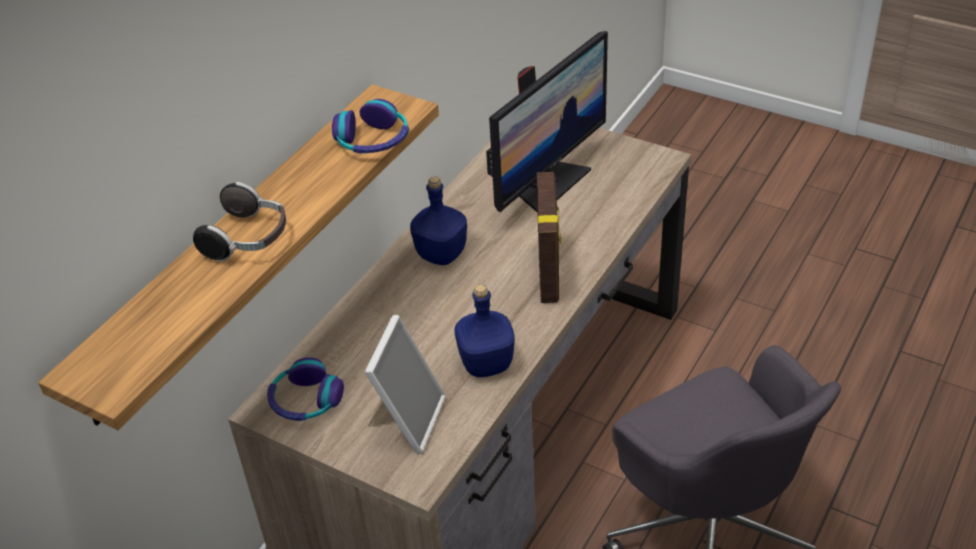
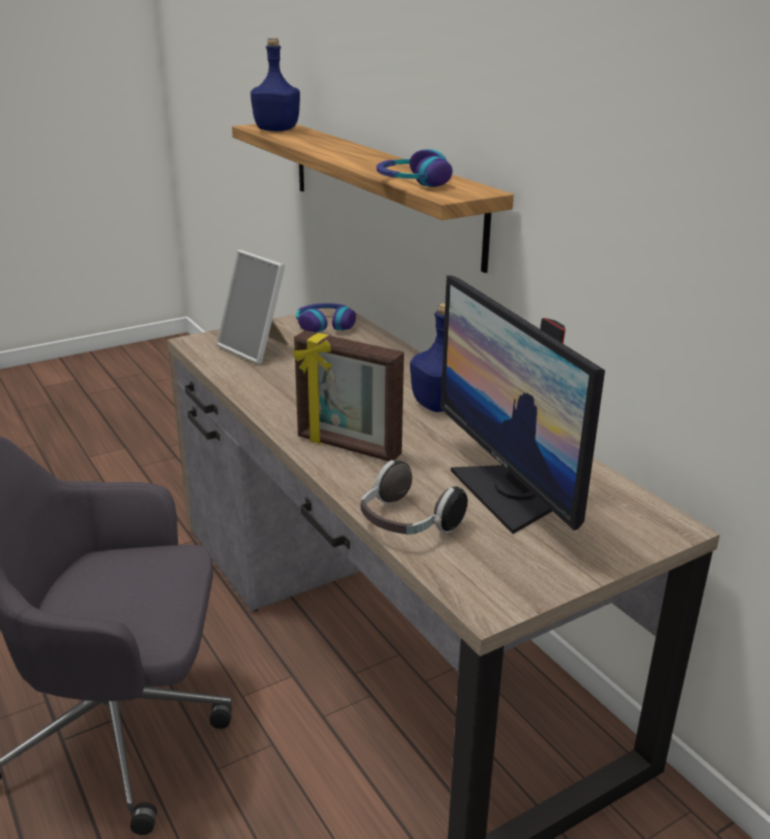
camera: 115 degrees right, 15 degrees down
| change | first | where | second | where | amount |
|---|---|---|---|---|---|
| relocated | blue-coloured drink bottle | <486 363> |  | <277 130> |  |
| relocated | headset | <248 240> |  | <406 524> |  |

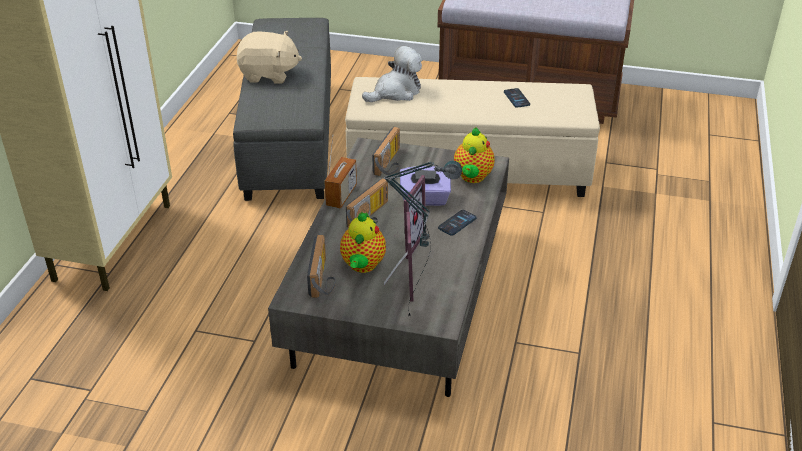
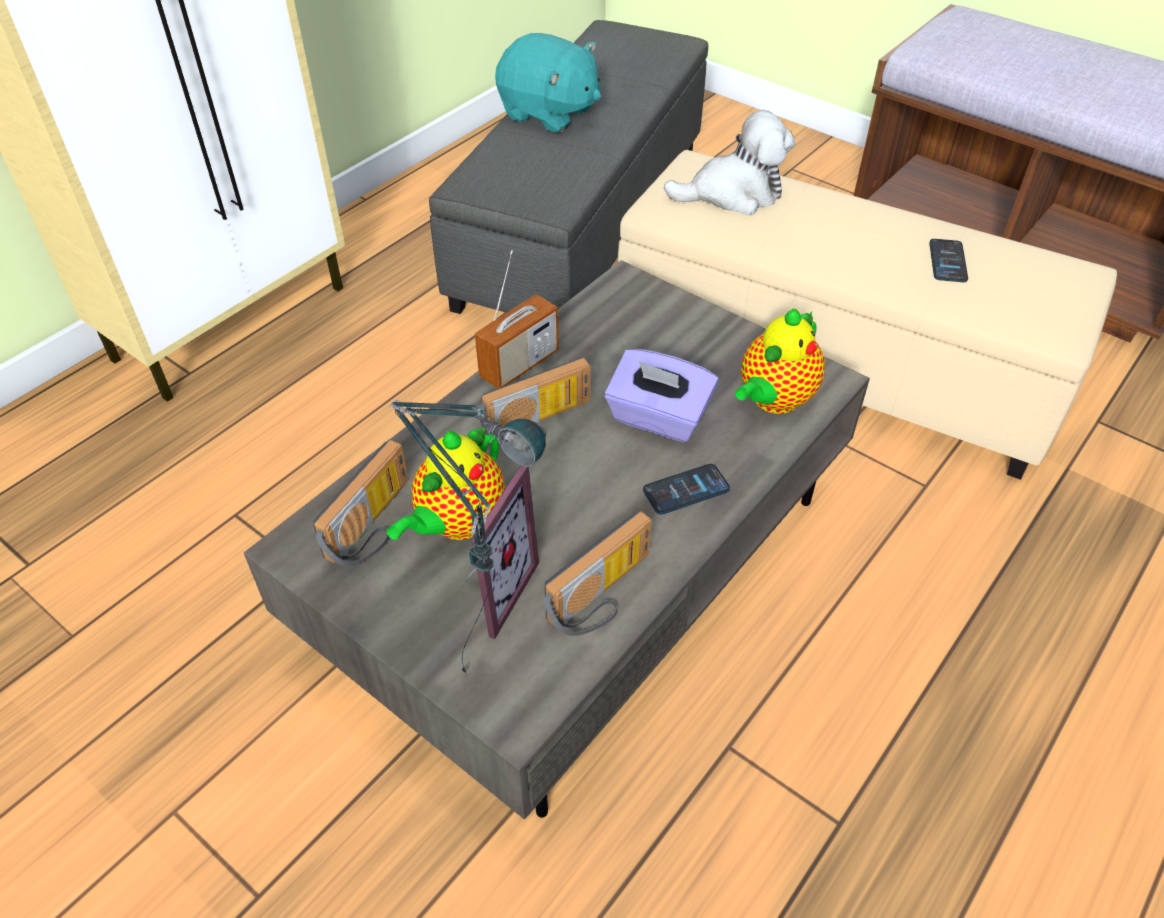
camera: 25 degrees right, 10 degrees up
| change | first | where | second | where | amount |
|---|---|---|---|---|---|
| colour | beige soft toy | <269 74> | turquoise-coloured soft toy | <549 113> |  |
| relocated | radio receiver | <391 163> |  | <604 596> |  |
| missing | photo frame | <405 242> |  |  |  |

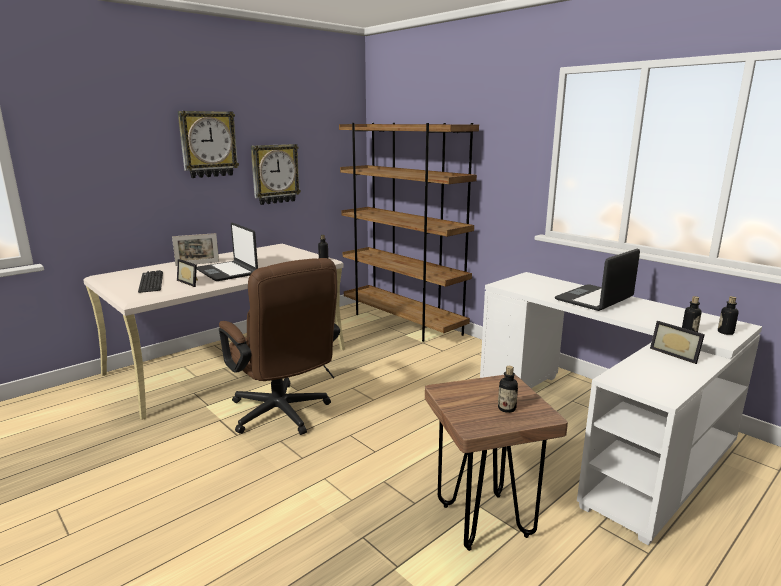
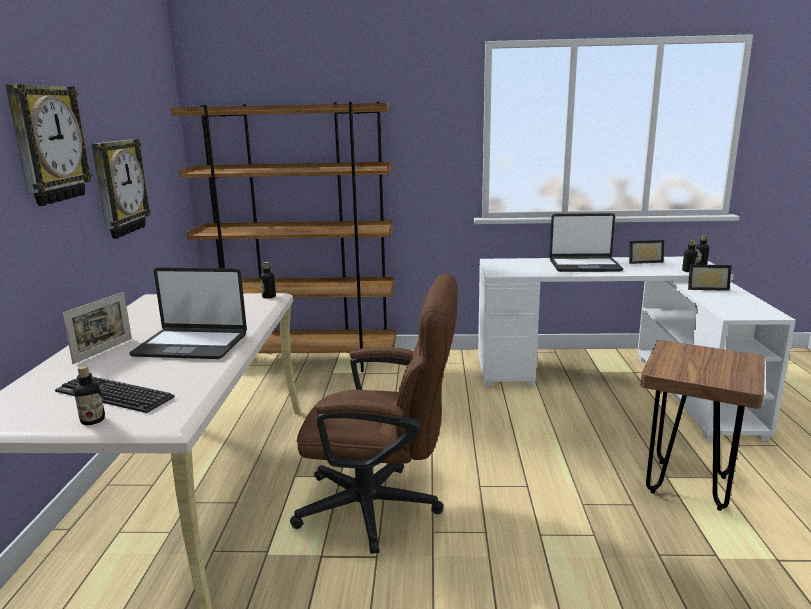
camera: 45 degrees left, 0 degrees up
| change | first | where | second | where | amount |
|---|---|---|---|---|---|
| relocated | drink bottle | <506 408> |  | <93 420> |  |
| spun | laptop | <595 299> |  | <584 266> | 90 degrees counterclockwise |
| relocated | photo frame | <191 282> |  | <644 261> |  |

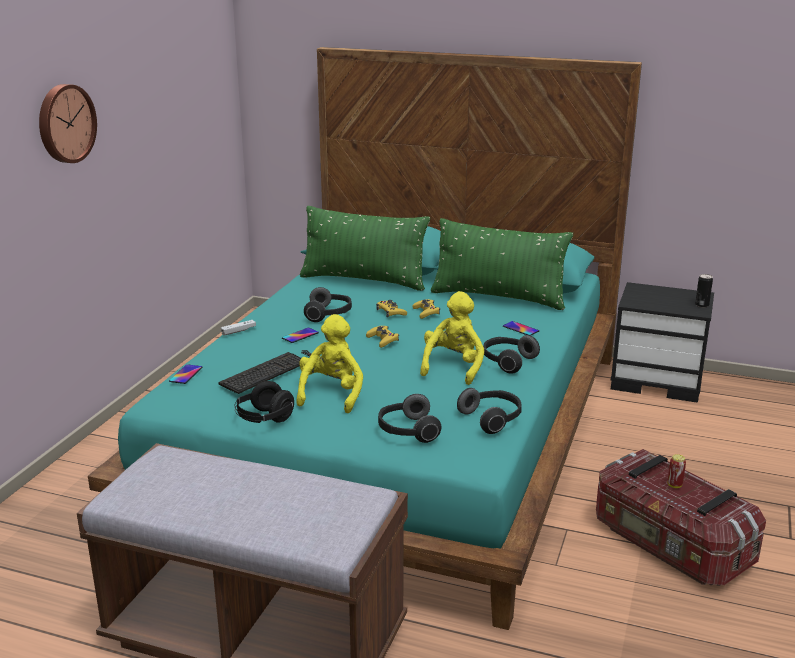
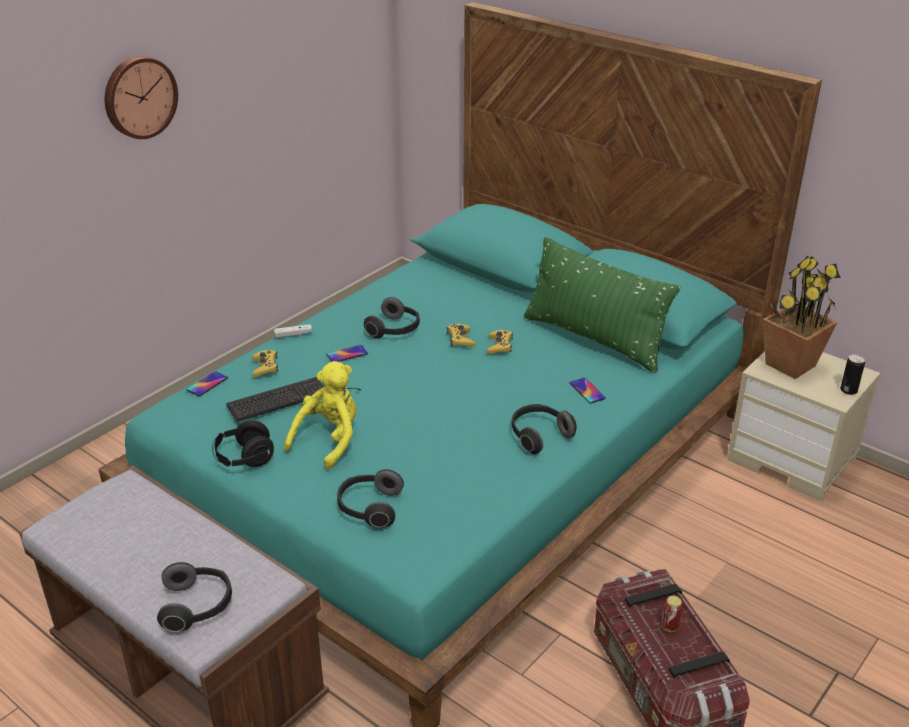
camera: 20 degrees right, 10 degrees up
| change | first | where | second | where | amount |
|---|---|---|---|---|---|
| relocated | headset | <492 419> |  | <198 606> |  |
| relocated | yellowish joypad | <383 340> |  | <265 367> |  |
| colour | blackish bedside table | <658 380> | beige bedside table | <793 460> |  |
| appeared |  |  | potted plant | <789 364> |  |
| missing | green pillow | <364 280> |  |  |  |
| missing | yellowish soft toy | <453 367> |  |  |  |

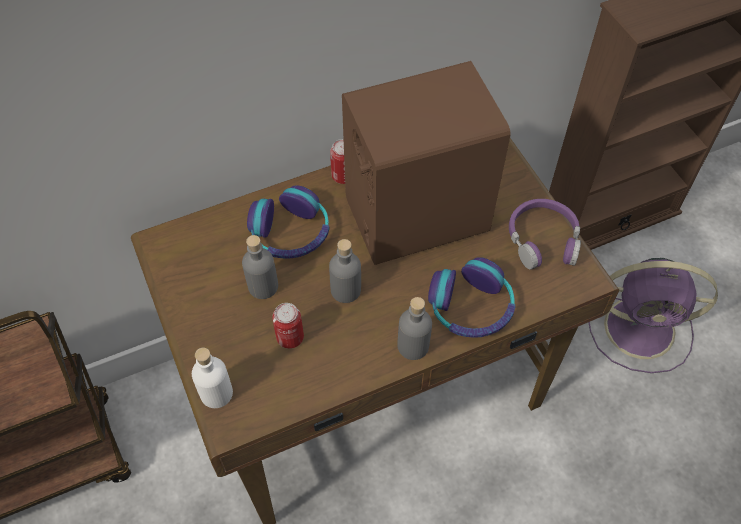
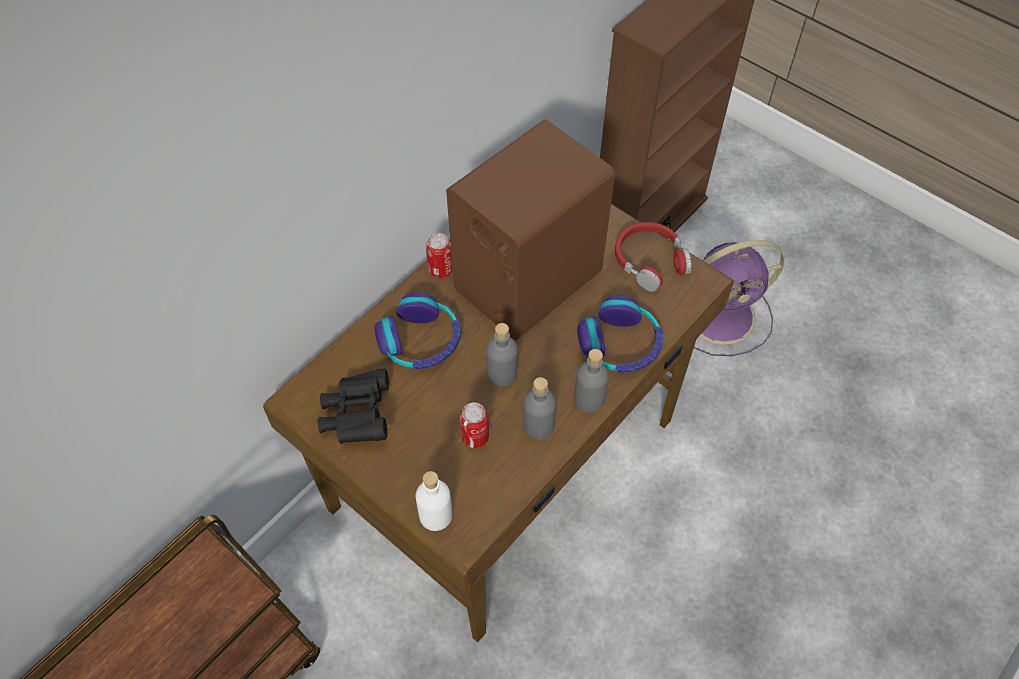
camera: 25 degrees left, 0 degrees up
| change | first | where | second | where | amount |
|---|---|---|---|---|---|
| appeared |  |  | blackish pair of binoculars | <358 416> |  |
| relocated | greyish drink bottle | <263 286> |  | <538 425> |  |
| colour | purple-coloured headset | <543 239> | red headset | <649 261> |  |

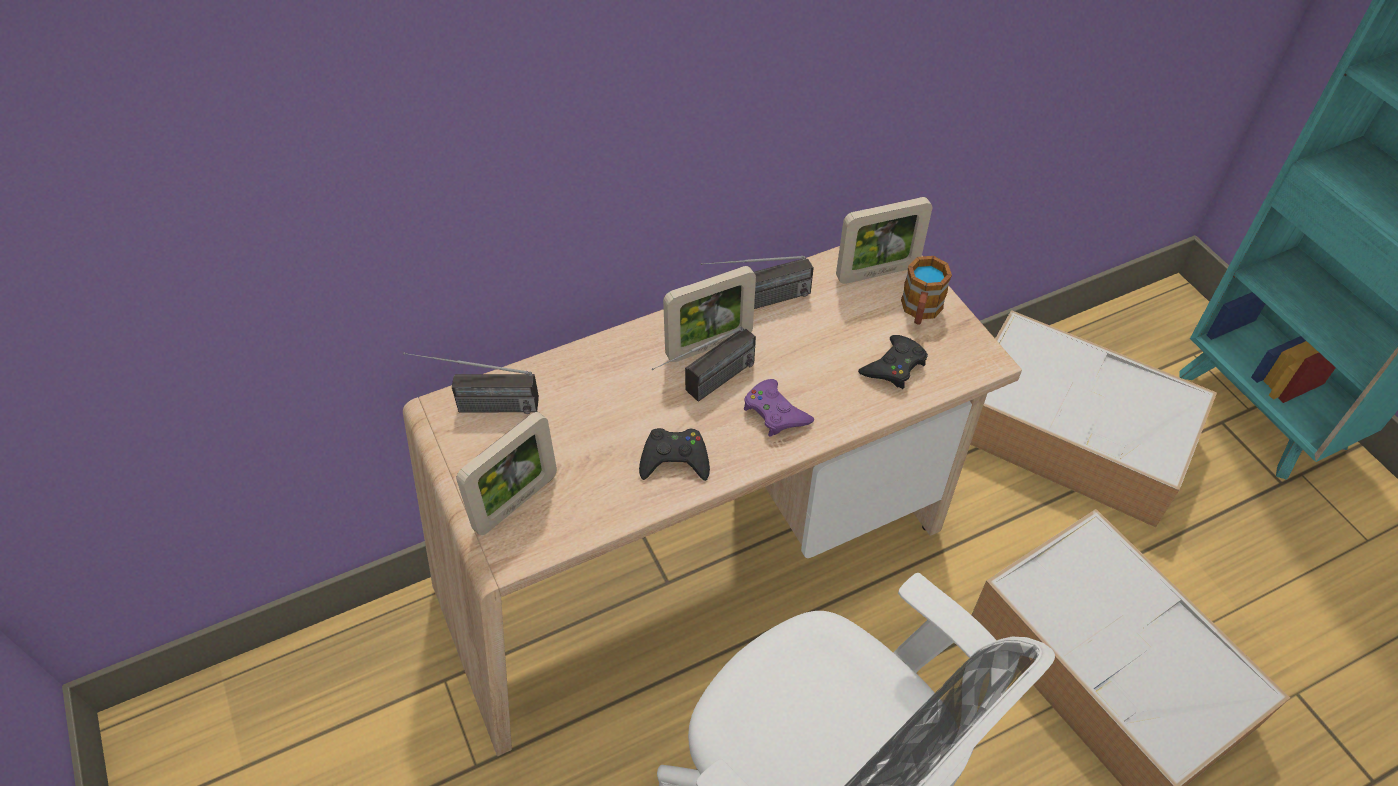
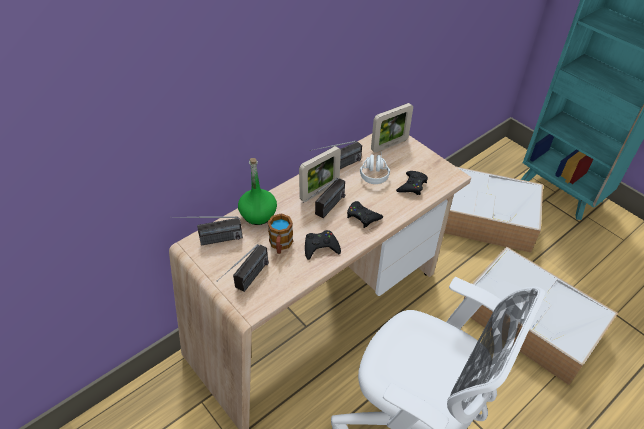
camera: 15 degrees left, 5 degrees down
| change | first | where | second | where | amount |
|---|---|---|---|---|---|
| exchanged | photo frame | <516 502> | radio receiver | <246 283> |  |
| appeared |  |  | green drink bottle | <258 214> |  |
| relocated | mug | <920 311> |  | <280 245> |  |
| colour | purple-coloured joypad | <775 412> | blackish joypad | <362 216> |  |
| appeared |  |  | white headset | <374 171> |  |

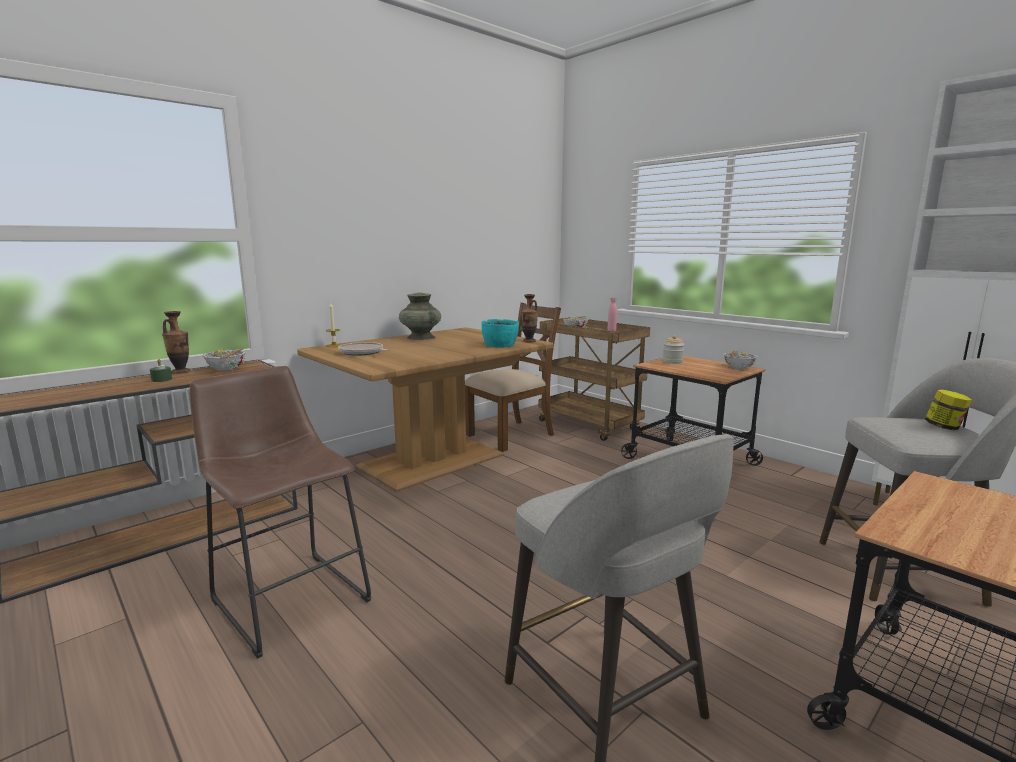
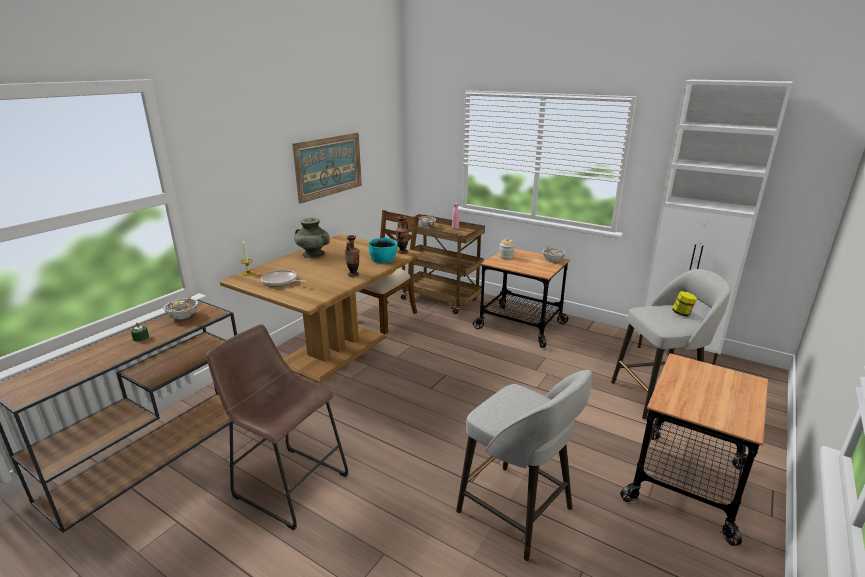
camera: 15 degrees left, 10 degrees up
| change | first | where | second | where | amount |
|---|---|---|---|---|---|
| appeared |  |  | wall art | <329 166> |  |
| relocated | flower vase | <180 372> |  | <353 275> |  |

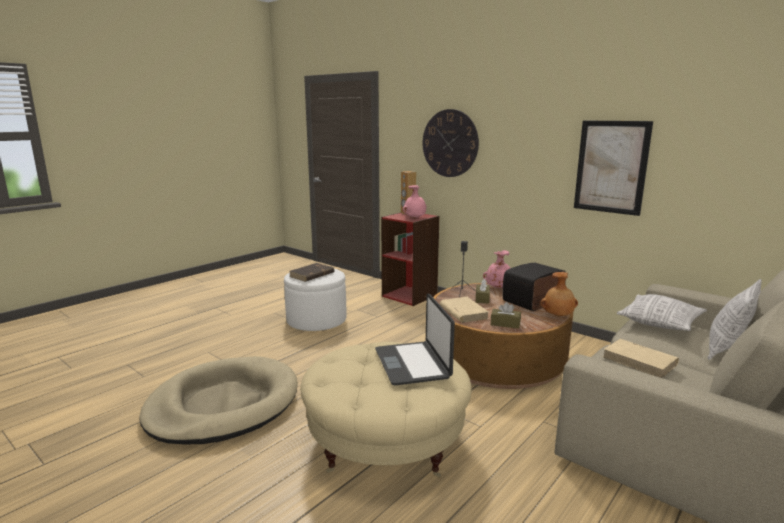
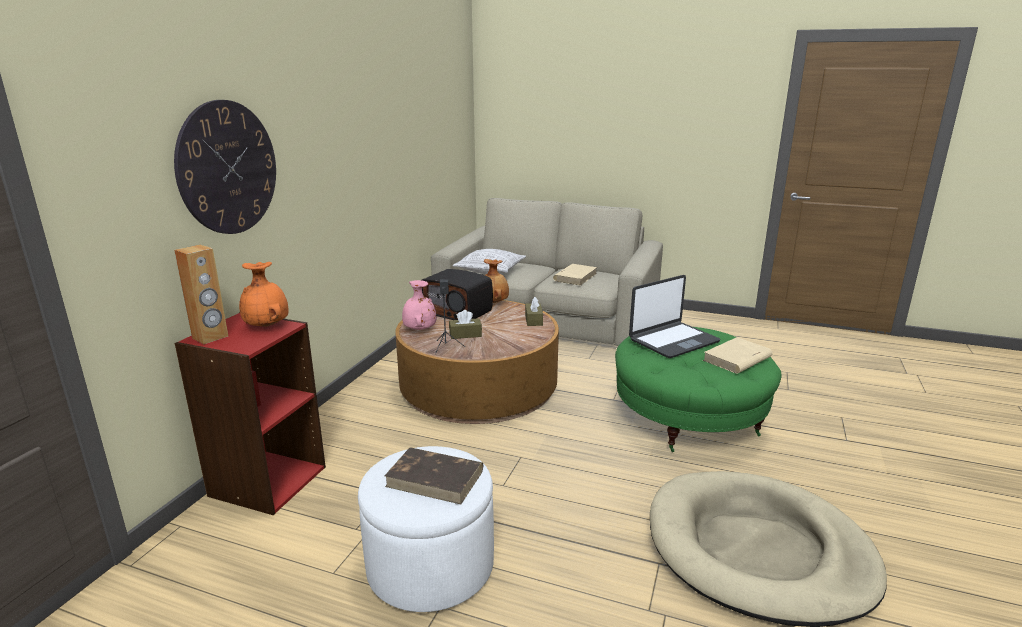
camera: 110 degrees left, 5 degrees up
| change | first | where | second | where | amount |
|---|---|---|---|---|---|
| colour | pink flower vase | <415 218> | orange flower vase | <267 325> |  |
| colour | beige footrest | <386 440> | green footrest | <688 418> |  |
| relocated | beige bound book | <463 312> |  | <737 359> |  |
| missing | wall art | <611 167> |  |  |  |
| missing | pillow | <726 350> |  |  |  |

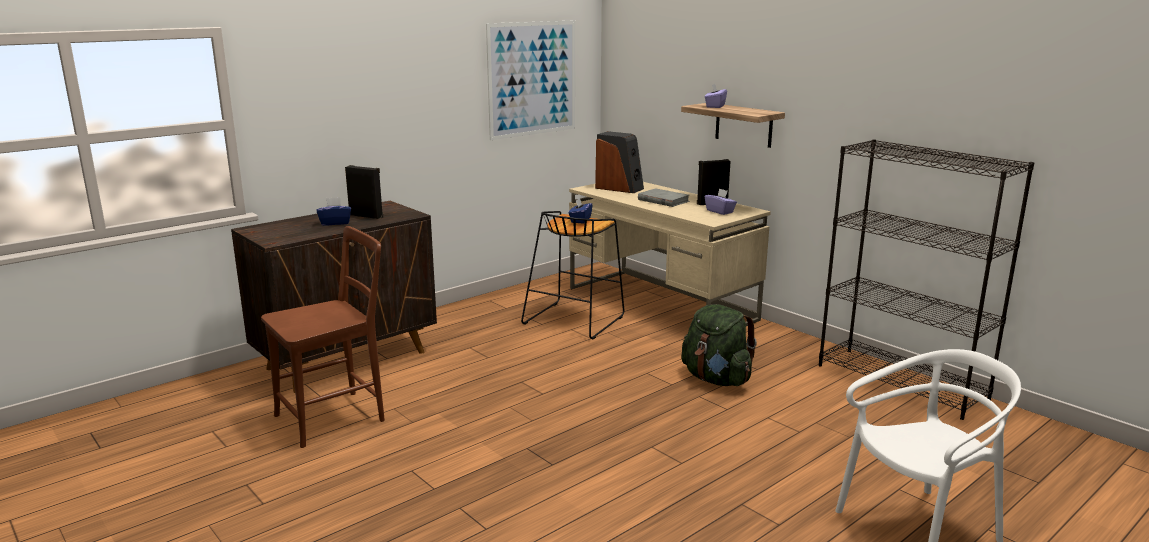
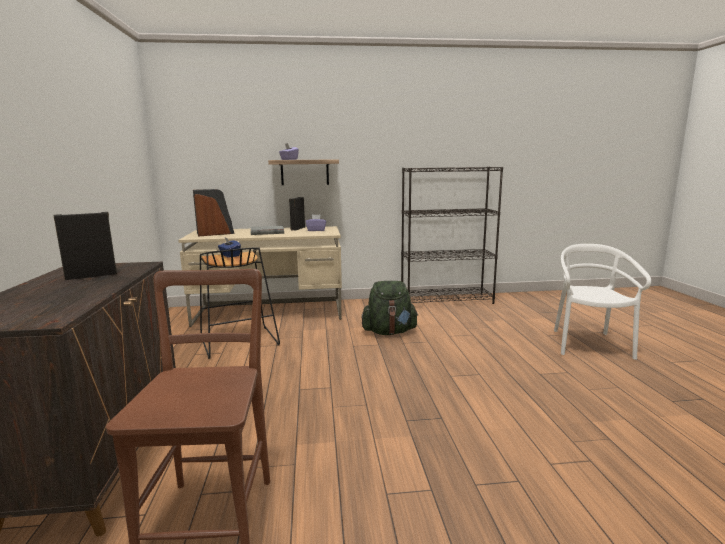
camera: 55 degrees left, 5 degrees down
| change | first | where | second | where | amount |
|---|---|---|---|---|---|
| missing | blue-coloured box of tissues | <335 223> |  |  |  |
| missing | wall art | <532 79> |  |  |  |

